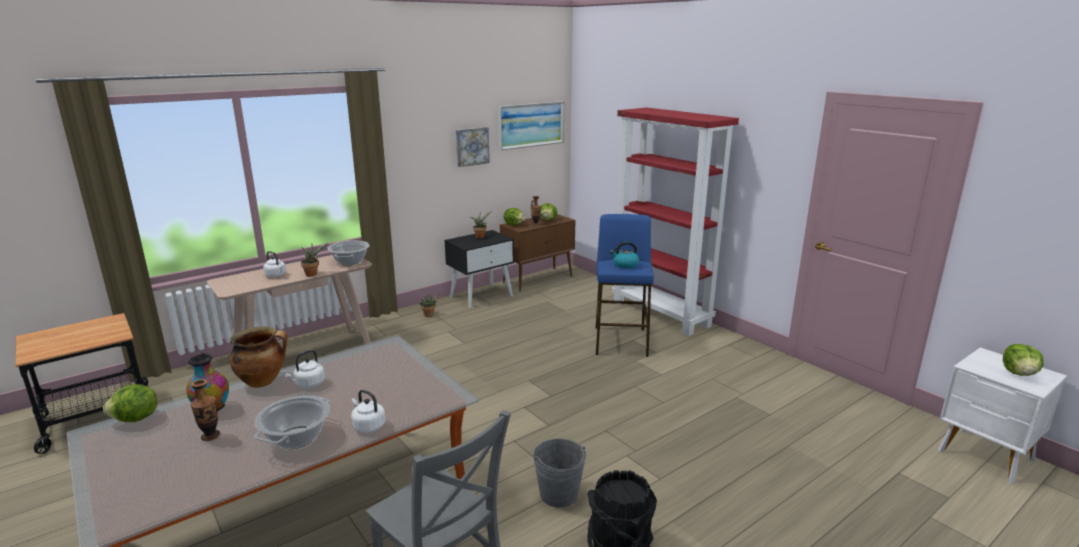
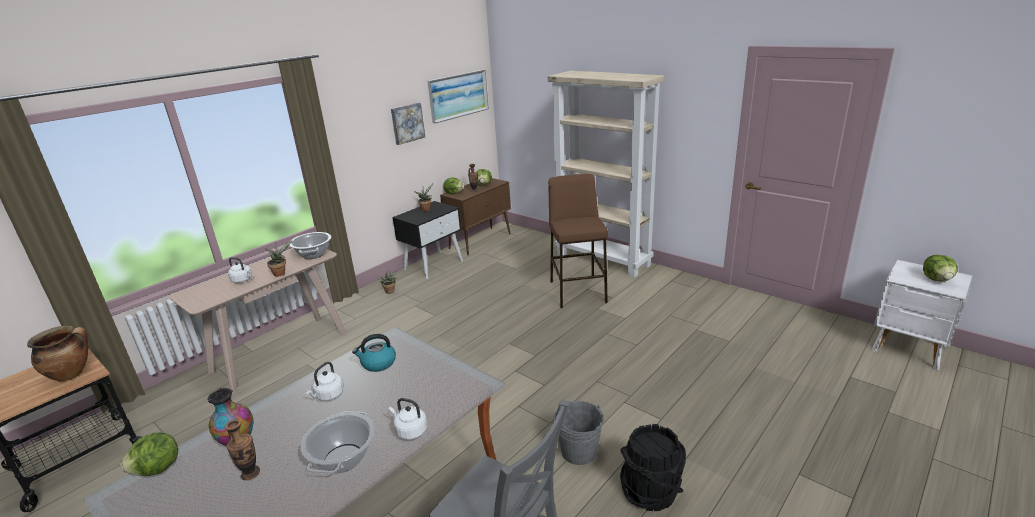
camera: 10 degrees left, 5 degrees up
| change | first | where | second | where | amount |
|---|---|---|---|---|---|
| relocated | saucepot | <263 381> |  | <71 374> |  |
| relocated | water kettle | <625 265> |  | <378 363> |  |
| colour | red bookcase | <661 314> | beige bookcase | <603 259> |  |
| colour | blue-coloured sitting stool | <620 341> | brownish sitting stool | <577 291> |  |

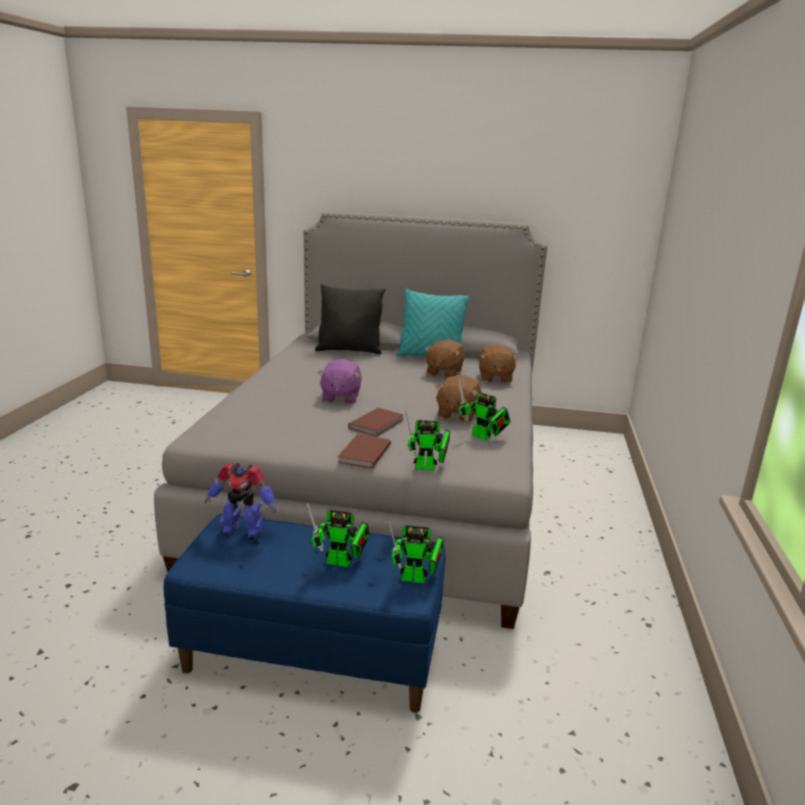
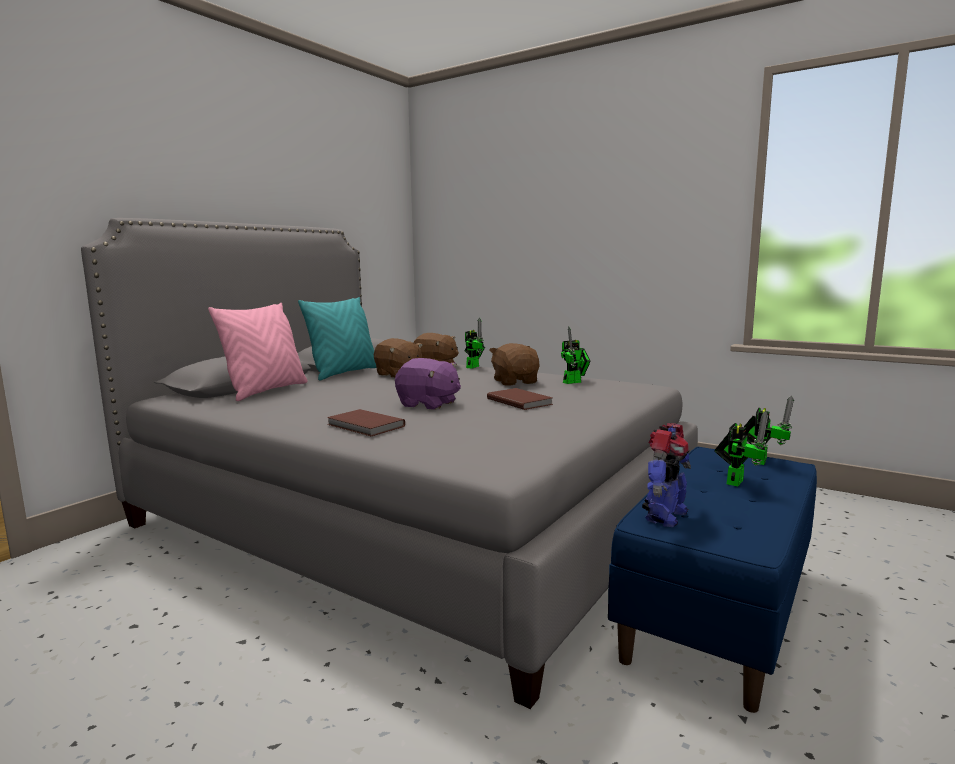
camera: 65 degrees left, 10 degrees down
| change | first | where | second | where | amount |
|---|---|---|---|---|---|
| colour | blackish pillow | <349 350> | pink pillow | <266 391> |  |
| relocated | brownish bound book | <363 453> |  | <365 426> |  |
| relocated | model robot | <428 468> |  | <474 366> |  |
| spun | brownish soft toy | <457 414> |  | <515 382> | 150 degrees counterclockwise |

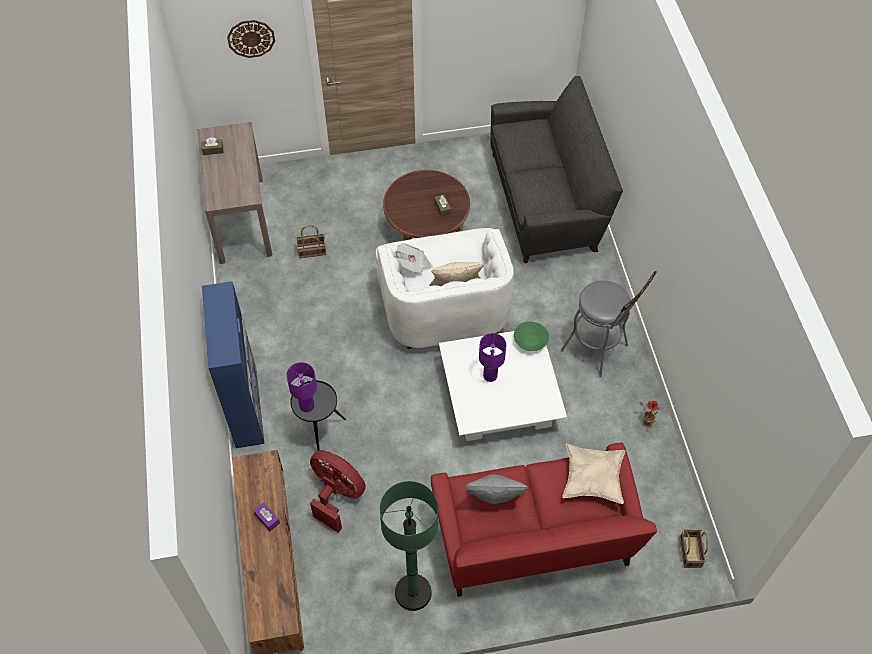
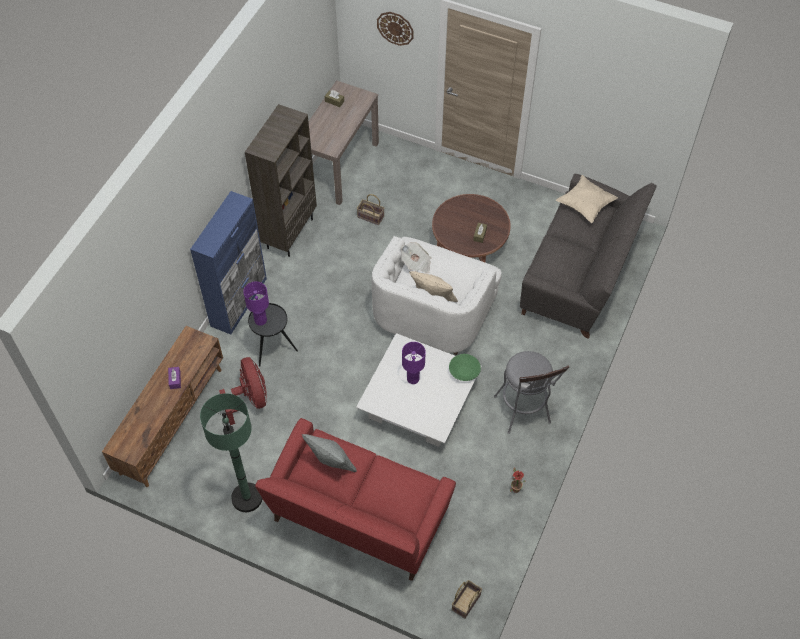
camera: 35 degrees right, 0 degrees up
| change | first | where | second | where | amount |
|---|---|---|---|---|---|
| appeared |  |  | brownish bookcase | <289 233> |  |
| relocated | beige pillow | <592 479> |  | <585 205> |  |

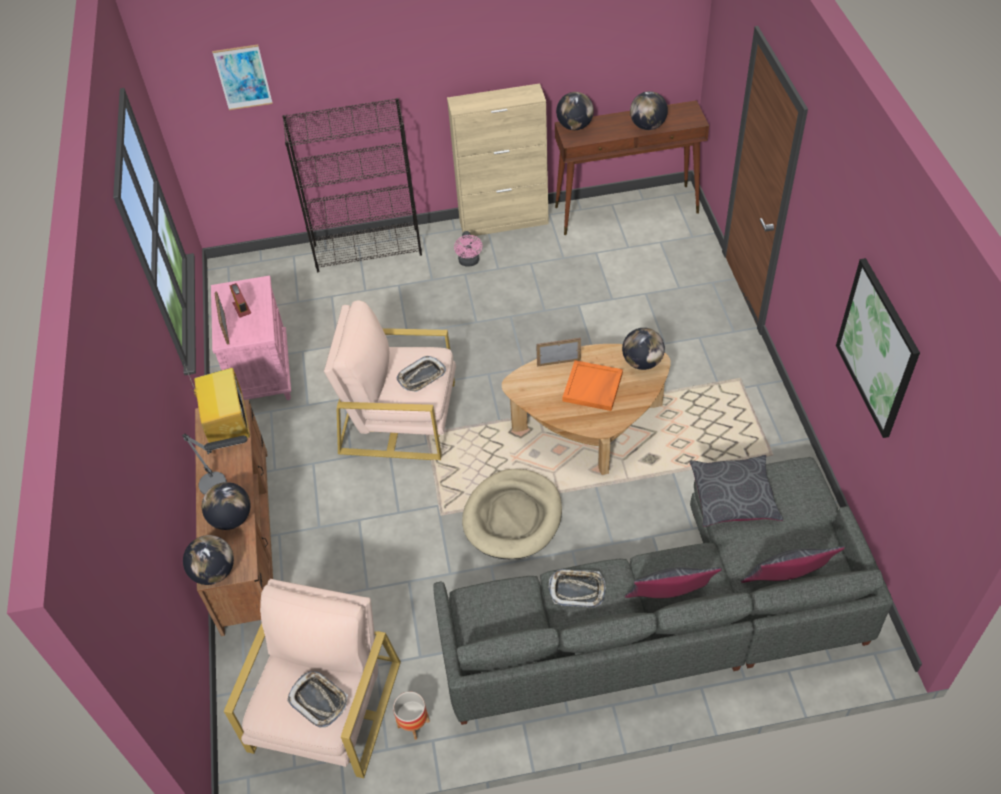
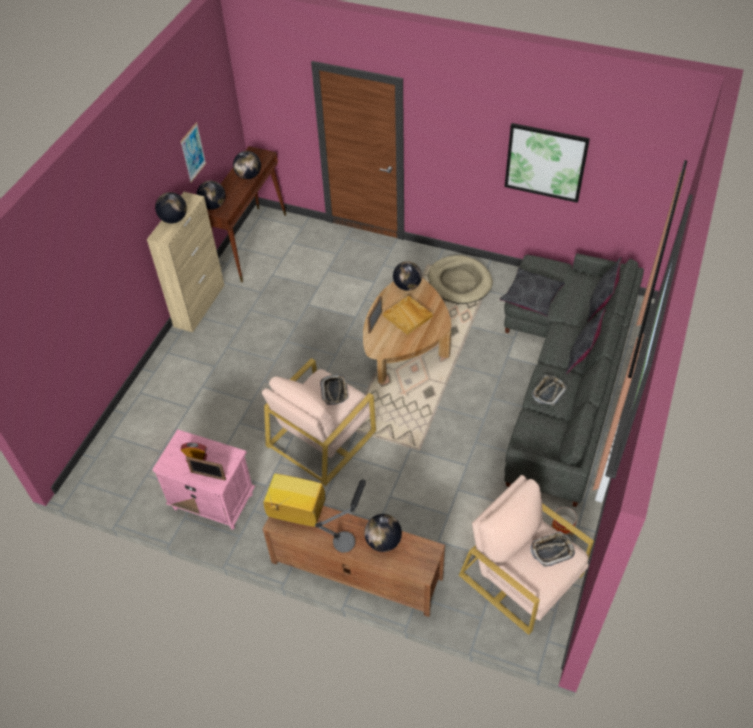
camera: 60 degrees left, 0 degrees up
| change | first | where | second | where | amount |
|---|---|---|---|---|---|
| relocated | globe | <214 572> |  | <174 219> |  |
| relocated | wall art | <243 77> |  | <193 152> |  |
| colour | orange serving tray | <593 387> | beige serving tray | <408 316> |  |
| relocated | beige dog bed | <513 517> |  | <459 282> |  |
| missing | blackish bookcase | <368 249> |  |  |  |
| missing | pink electric fan | <469 262> |  |  |  |

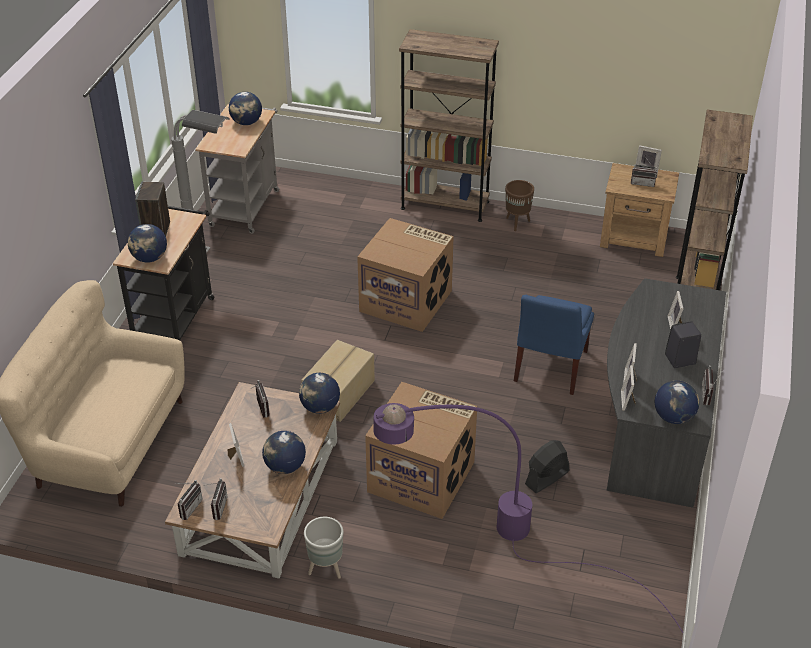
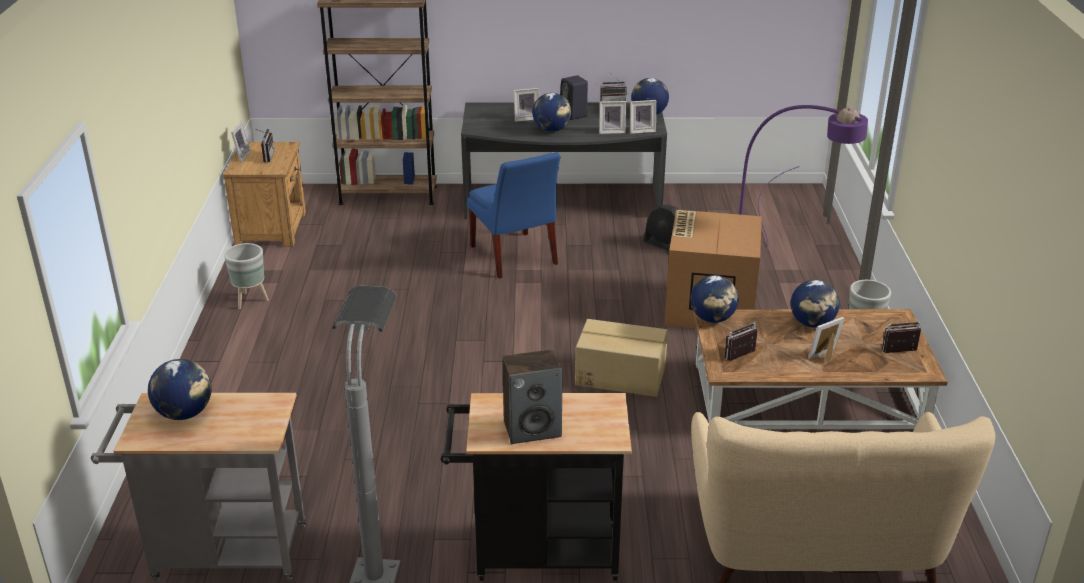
camera: 105 degrees left, 10 degrees down
| change | first | where | second | where | amount |
|---|---|---|---|---|---|
| colour | brownish plant pot | <517 223> | greyish plant pot | <250 301> |  |
| spun | blue-coloured upright chair | <549 368> |  | <514 257> | 60 degrees clockwise |
| relocated | globe | <149 258> |  | <552 130> |  |
| missing | radio receiver | <188 507> |  |  |  |
| missing | packing box | <407 300> |  |  |  |
| missing | brownish bookcase | <445 205> |  |  |  |

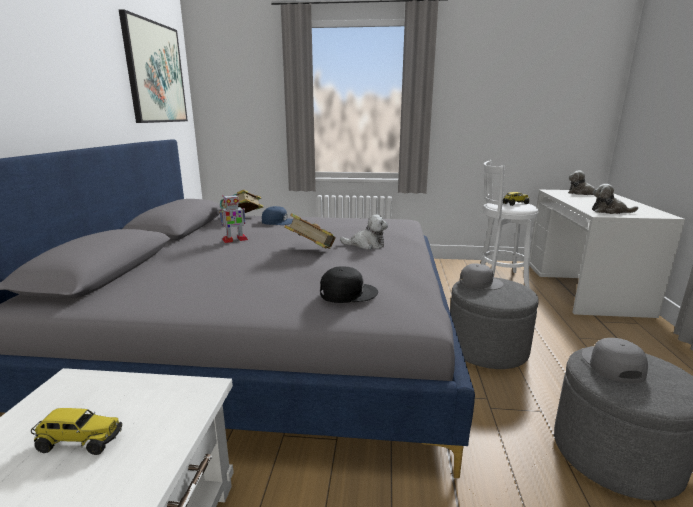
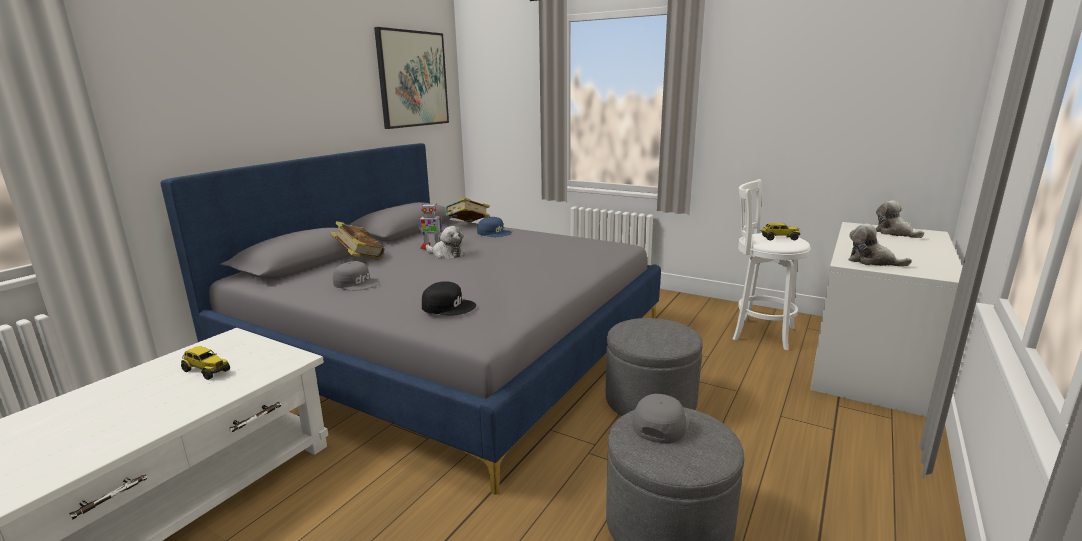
camera: 25 degrees right, 0 degrees up
| change | first | where | second | where | amount |
|---|---|---|---|---|---|
| relocated | bound book | <311 251> |  | <359 258> |  |
| relocated | greyish cap | <480 283> |  | <356 283> |  |
| relocated | soft toy | <366 245> |  | <446 255> |  |

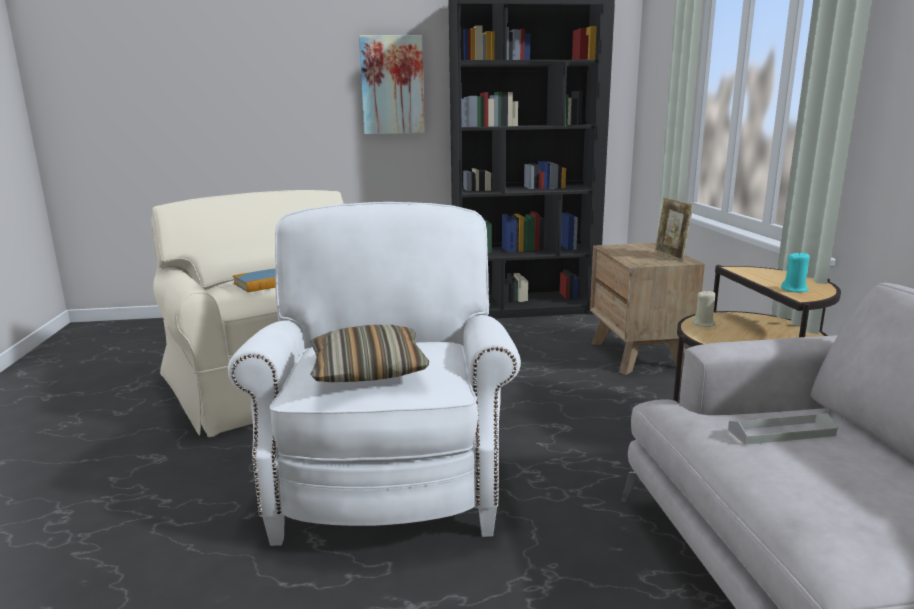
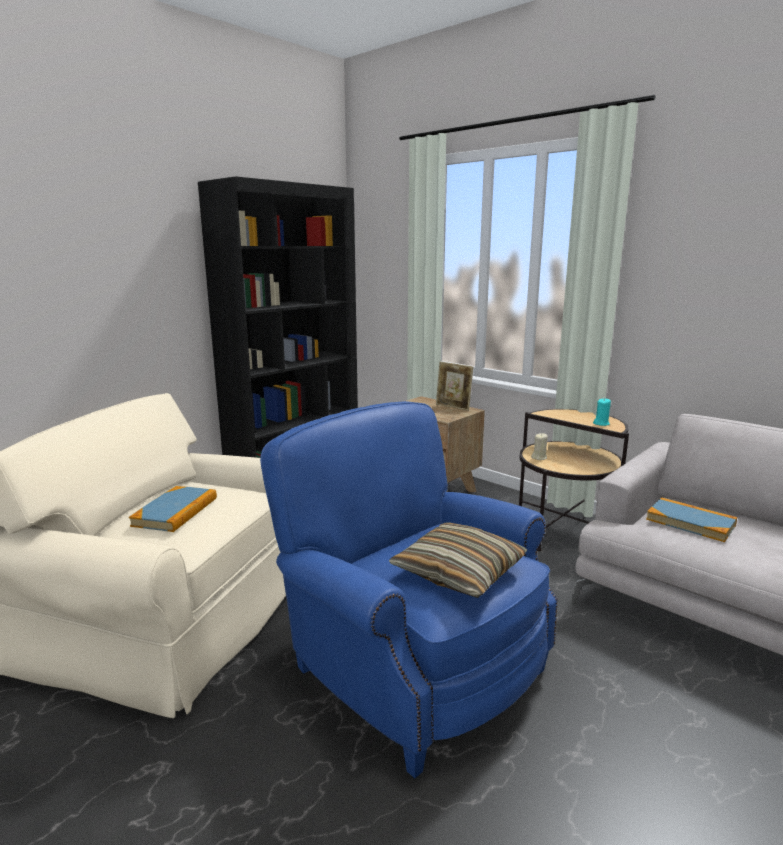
camera: 40 degrees left, 0 degrees up
| change | first | where | second | where | amount |
|---|---|---|---|---|---|
| colour | white easy chair | <388 476> | blue-coloured easy chair | <410 663> |  |
| exchanged | greyish serving tray | <781 433> | bound book | <690 522> |  |
| missing | wall art | <392 85> |  |  |  |

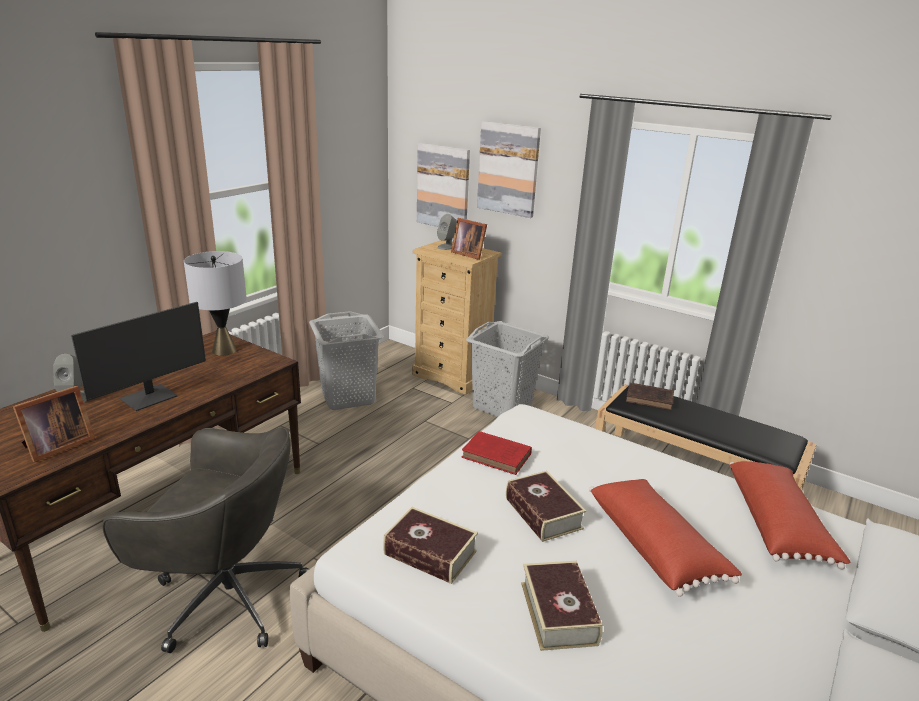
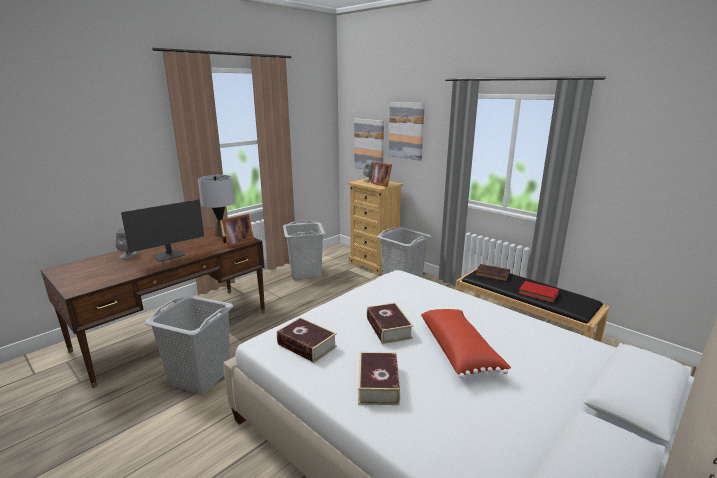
camera: 10 degrees right, 5 degrees down
| change | first | where | second | where | amount |
|---|---|---|---|---|---|
| exchanged | greyish office chair | <225 596> | greyish washing basket | <200 377> |  |
| relocated | photo frame | <56 446> |  | <237 243> |  |
| relocated | red bound book | <498 456> |  | <539 294> |  |
| missing | red pillow | <778 525> |  |  |  |

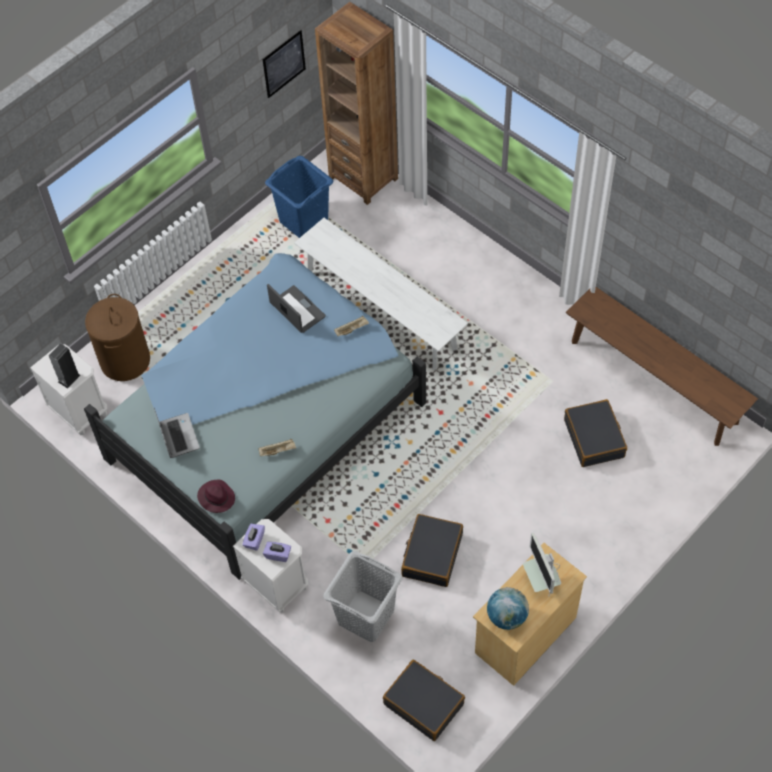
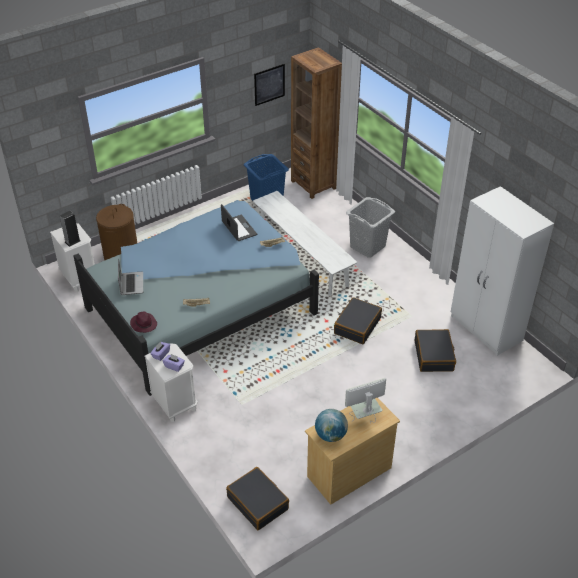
camera: 10 degrees right, 15 degrees down
| change | first | where | second | where | amount |
|---|---|---|---|---|---|
| relocated | blackish travel case | <431 555> |  | <357 326> |  |
| spun | computer screen | <542 581> |  | <364 417> | 75 degrees clockwise |
| relocated | greyish washing basket | <366 616> |  | <368 246> |  |
| exchanged | brownish bench | <653 382> | white wardrobe | <486 329> |  |

